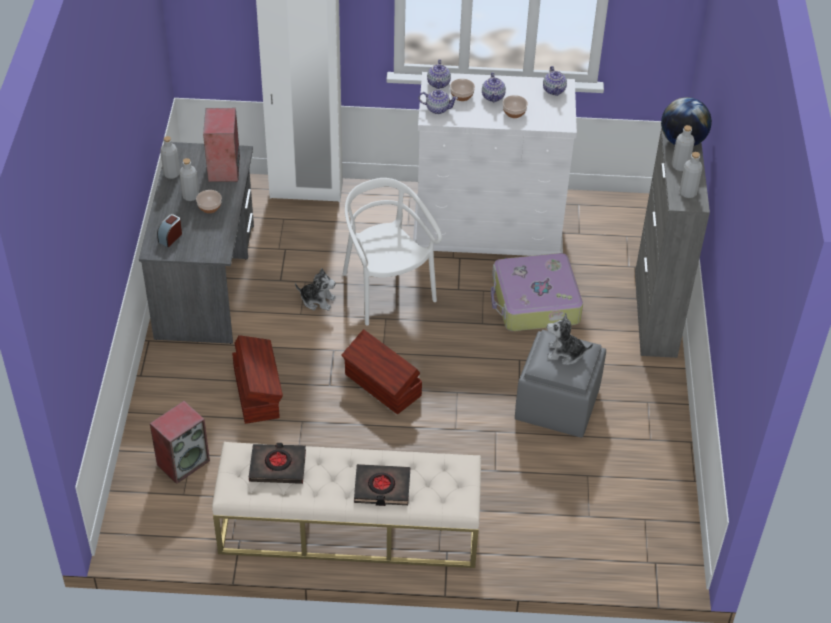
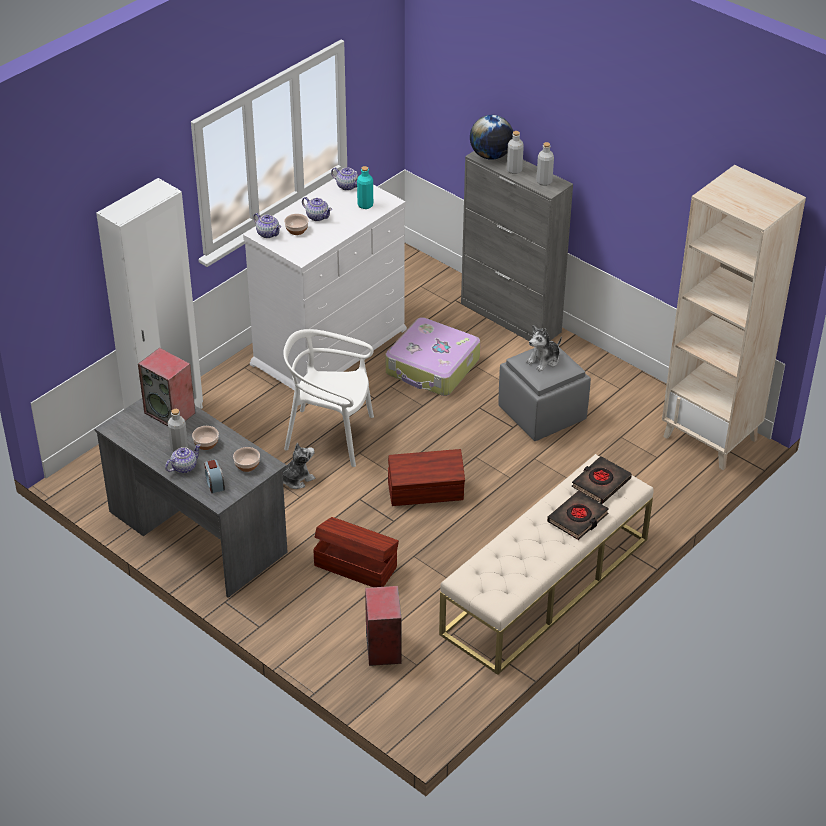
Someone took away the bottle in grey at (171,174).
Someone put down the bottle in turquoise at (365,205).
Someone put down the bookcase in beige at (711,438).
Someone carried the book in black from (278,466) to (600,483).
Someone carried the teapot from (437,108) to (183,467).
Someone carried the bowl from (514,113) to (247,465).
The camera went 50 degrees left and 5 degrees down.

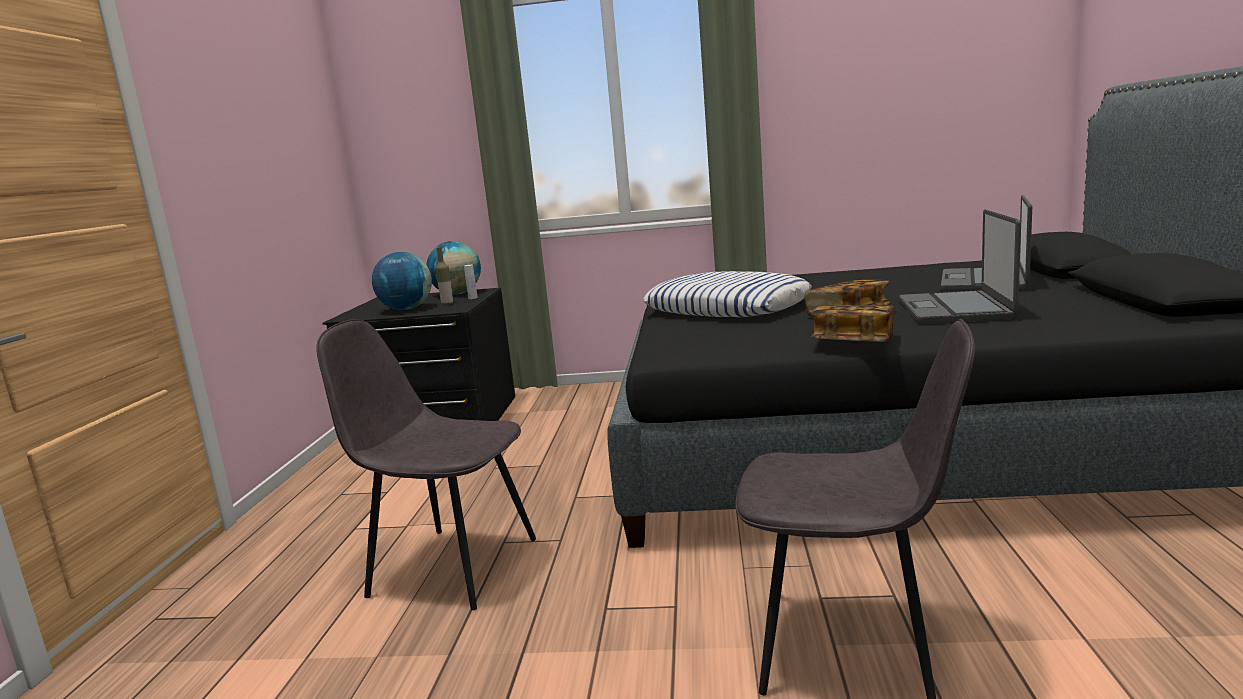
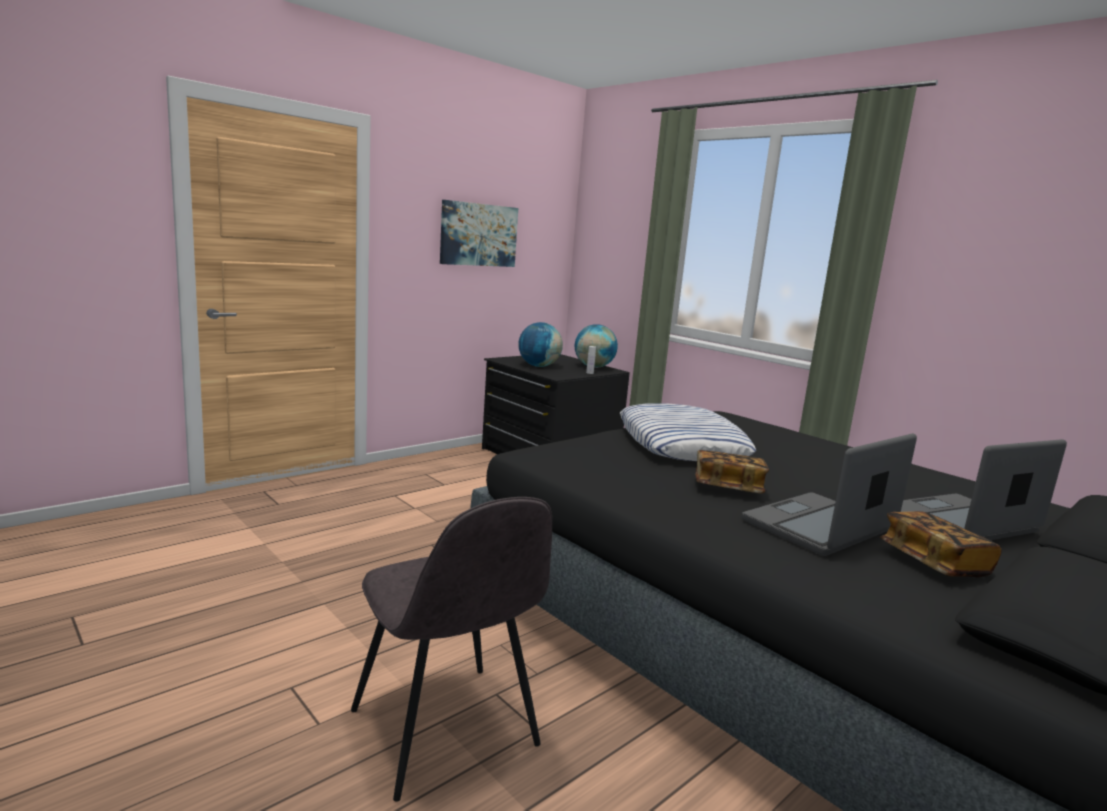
Someone took away the chair in grey at (450,566).
Someone took away the bottle at (447,304).
Someone put up the picture at (478,234).
Someone carried the book from (853,342) to (933,563).
The camera went 40 degrees right and 0 degrees up.

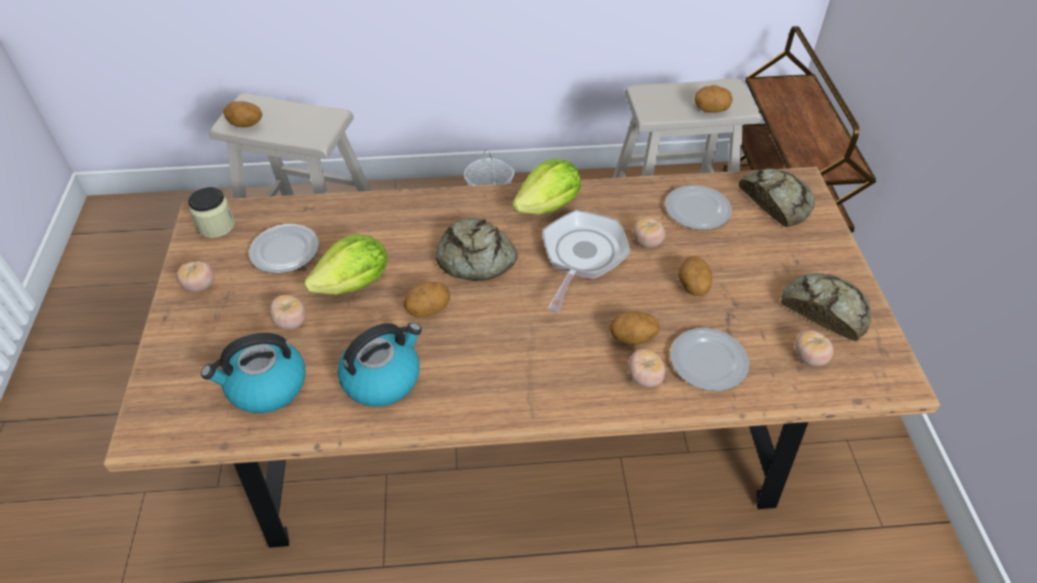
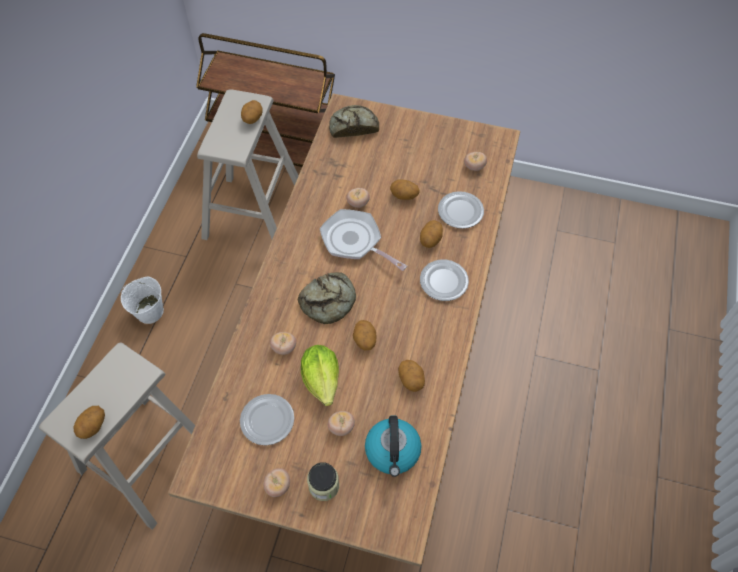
Someone took away the lettuce at (548,206).
Someone took away the bread at (825,309).
Someone carried the jar from (216,226) to (324,486).
Someone carried the tomato from (644,378) to (284,348).
Someone carried the plate from (697,210) to (443,281).
Someone swapped the kettle at (382,378) for the potato at (411,380).
The camera went 70 degrees left and 10 degrees up.

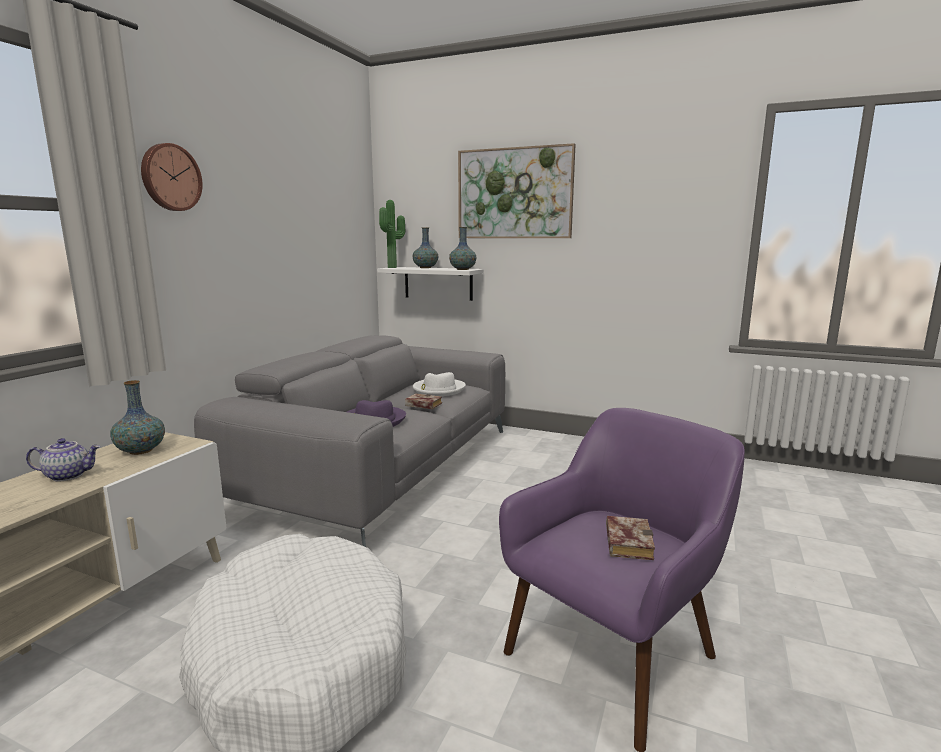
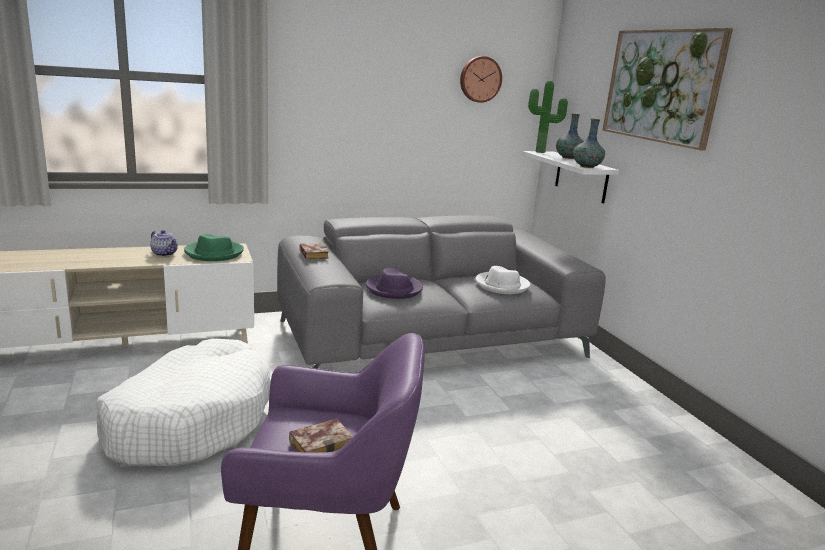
Someone carried the wall clock from (170,177) to (480,79).
Someone carried the book from (422,405) to (312,254).
Someone swapped the vase at (140,451) for the hat in green at (214,253).
The camera went 45 degrees right and 5 degrees up.

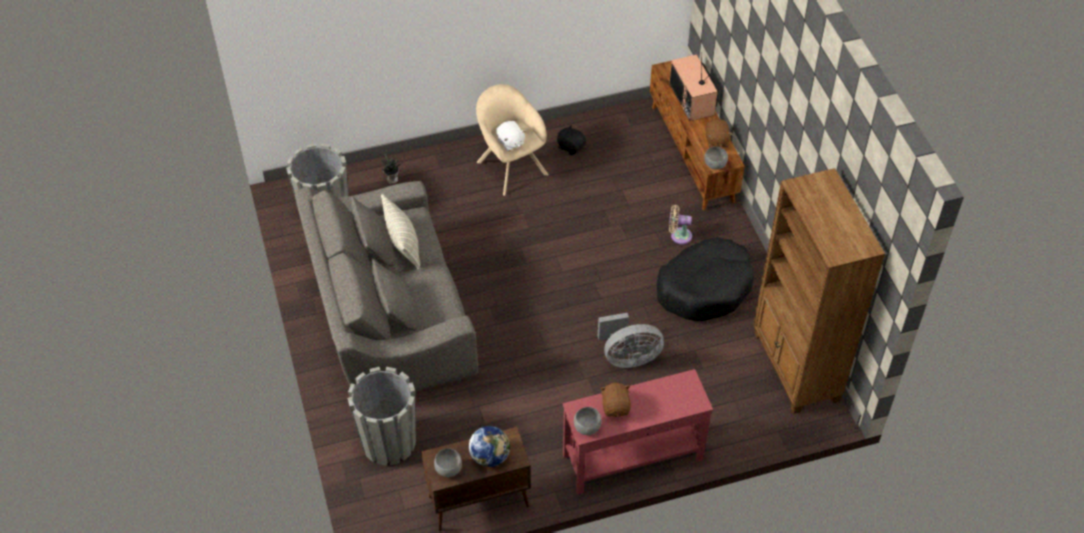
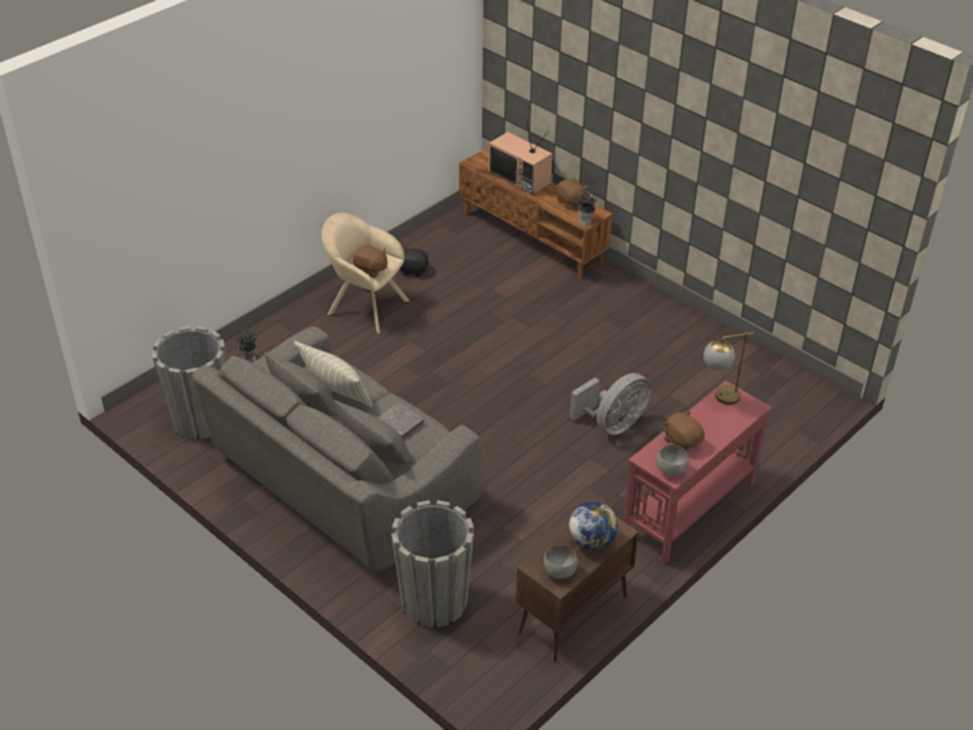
Someone took away the dog bed in black at (704,287).
Someone took away the fan in beige at (678,235).
Someone took away the bookcase in brown at (795,368).
Someone put down the book in grey at (400,423).
Someone put down the table lamp at (718,398).
Someone swapped the bowl in grey at (714,165) for the potted plant at (585,221).
Someone repainted the plush toy in white at (510,142), which became the plush toy in brown at (371,270).
The camera went 30 degrees left and 10 degrees down.

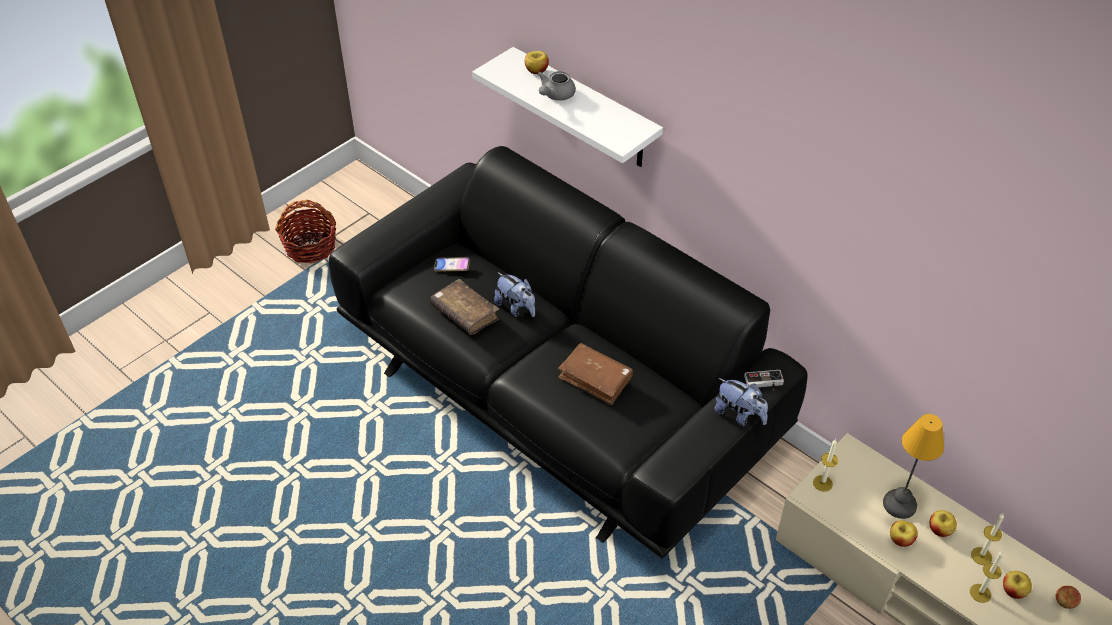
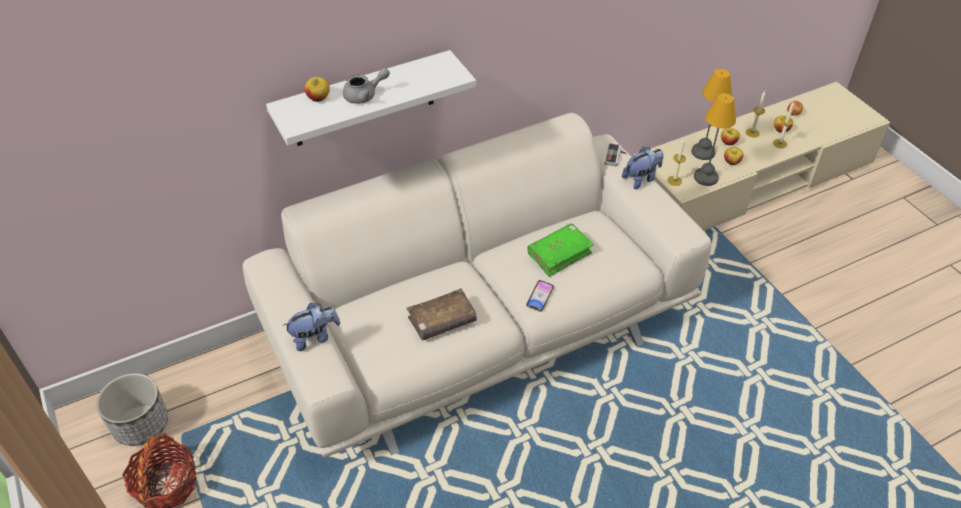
Someone put down the planter at (141,425).
Someone put down the table lamp at (705,177).
Someone carried the phone from (452,266) to (540,297).
Someone carried the plush toy from (516,308) to (314,337).
Someone repainted the sofa in black at (558,395), which became the sofa in beige at (481,328).
Someone repainted the book in brown at (595,379), which became the book in green at (559,254).
Someone rotated the teapot in grey at (555,95) by 75 degrees counterclockwise.
The camera went 70 degrees left and 0 degrees up.

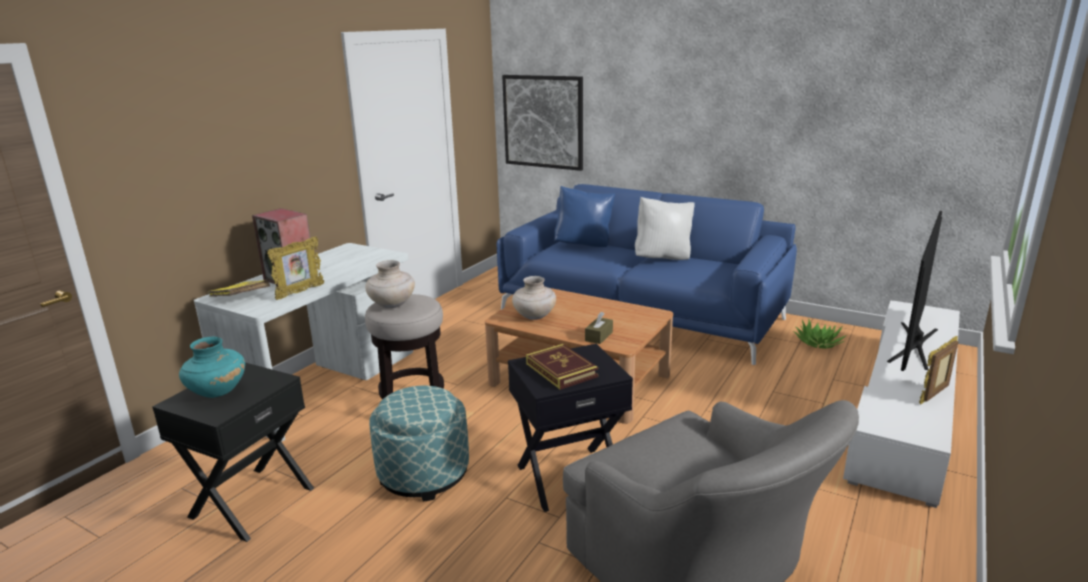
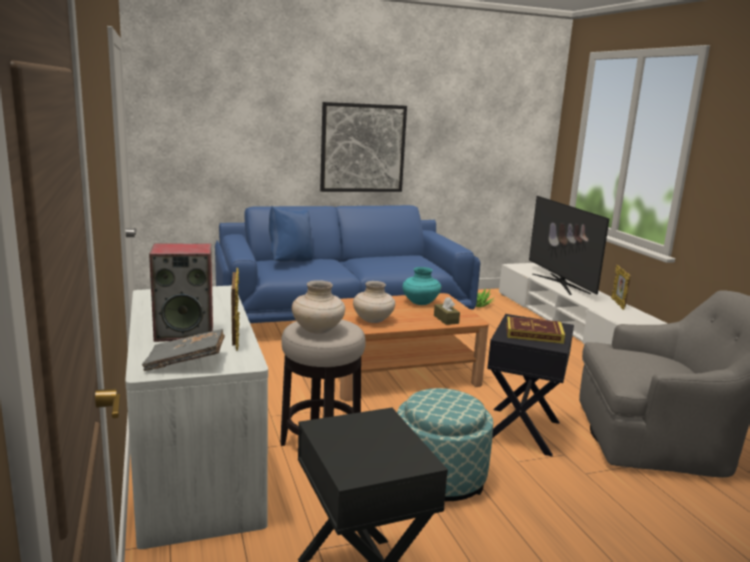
Someone took away the pillow in white at (663,258).
Someone carried the vase in turquoise from (217,391) to (420,303).
Someone carried the picture from (543,122) to (363,148).
Someone repainted the book in yellow at (240,298), which became the book in grey at (186,362).
The camera went 50 degrees left and 5 degrees down.

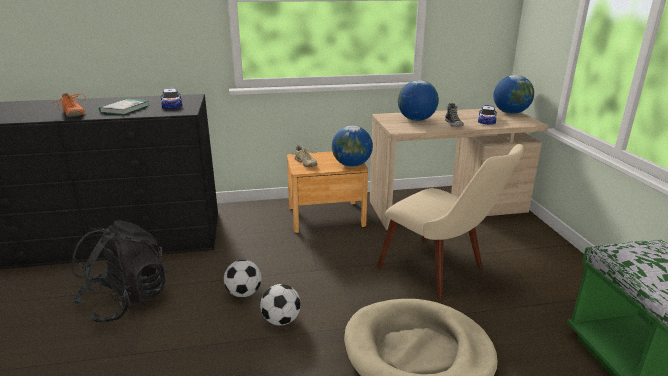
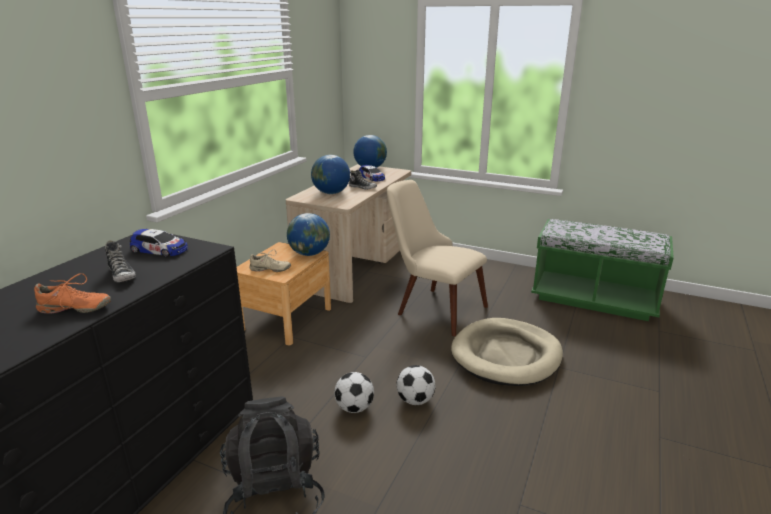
Someone swapped the book at (125,108) for the shoe at (122,275).
Someone rotated the chair in beige at (441,272) by 135 degrees counterclockwise.
The camera went 55 degrees left and 0 degrees up.

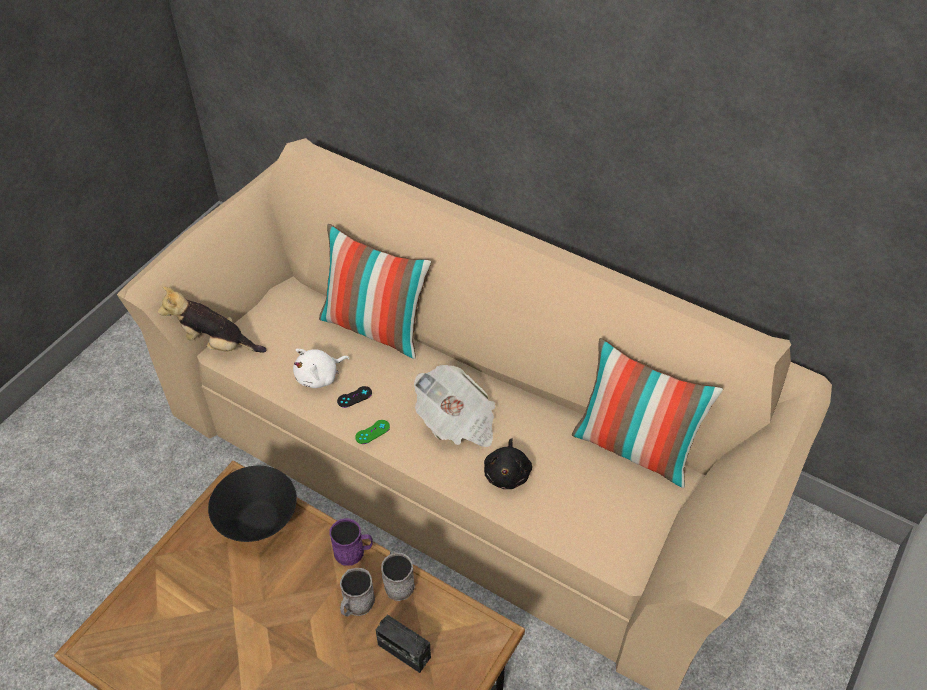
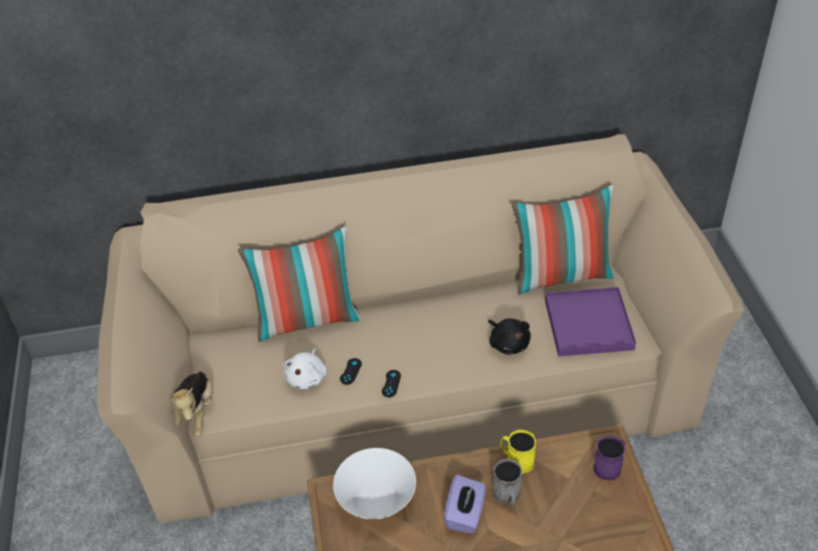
Someone took away the radio at (404,651).
Someone took away the newspaper at (457,421).
Someone put down the tissue box in purple at (465,514).
Someone put down the tray in purple at (588,325).
Someone carried the mug in purple from (353,552) to (609,466).
Someone repainted the bowl in black at (258,520), which became the bowl in white at (376,501).
Someone repainted the game controller in green at (372,432), which became the game controller in black at (391,383).
Someone repainted the mug in grey at (398,582), which became the mug in yellow at (516,460).
Someone rotated the plush toy at (216,345) by 60 degrees counterclockwise.
The camera went 40 degrees left and 5 degrees down.

